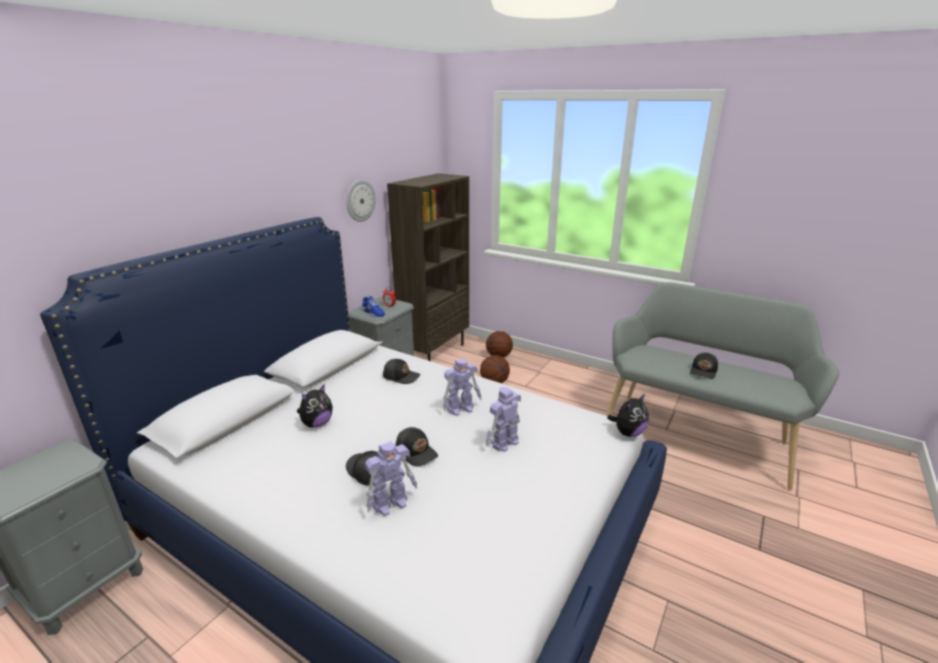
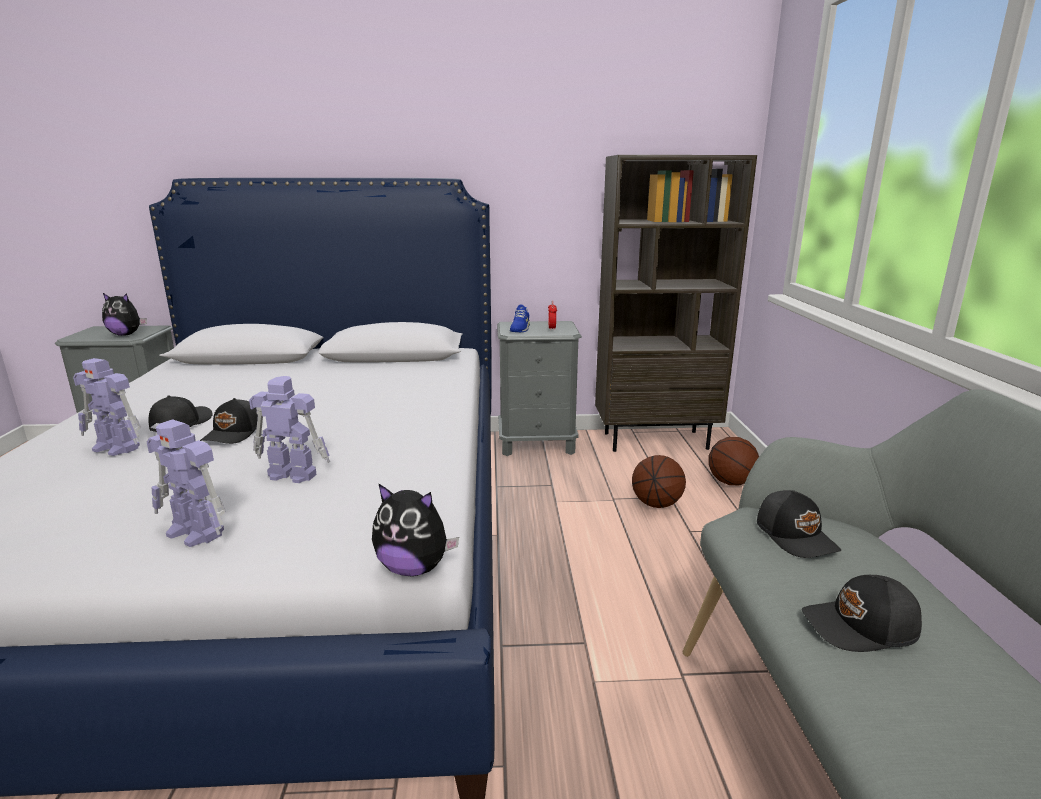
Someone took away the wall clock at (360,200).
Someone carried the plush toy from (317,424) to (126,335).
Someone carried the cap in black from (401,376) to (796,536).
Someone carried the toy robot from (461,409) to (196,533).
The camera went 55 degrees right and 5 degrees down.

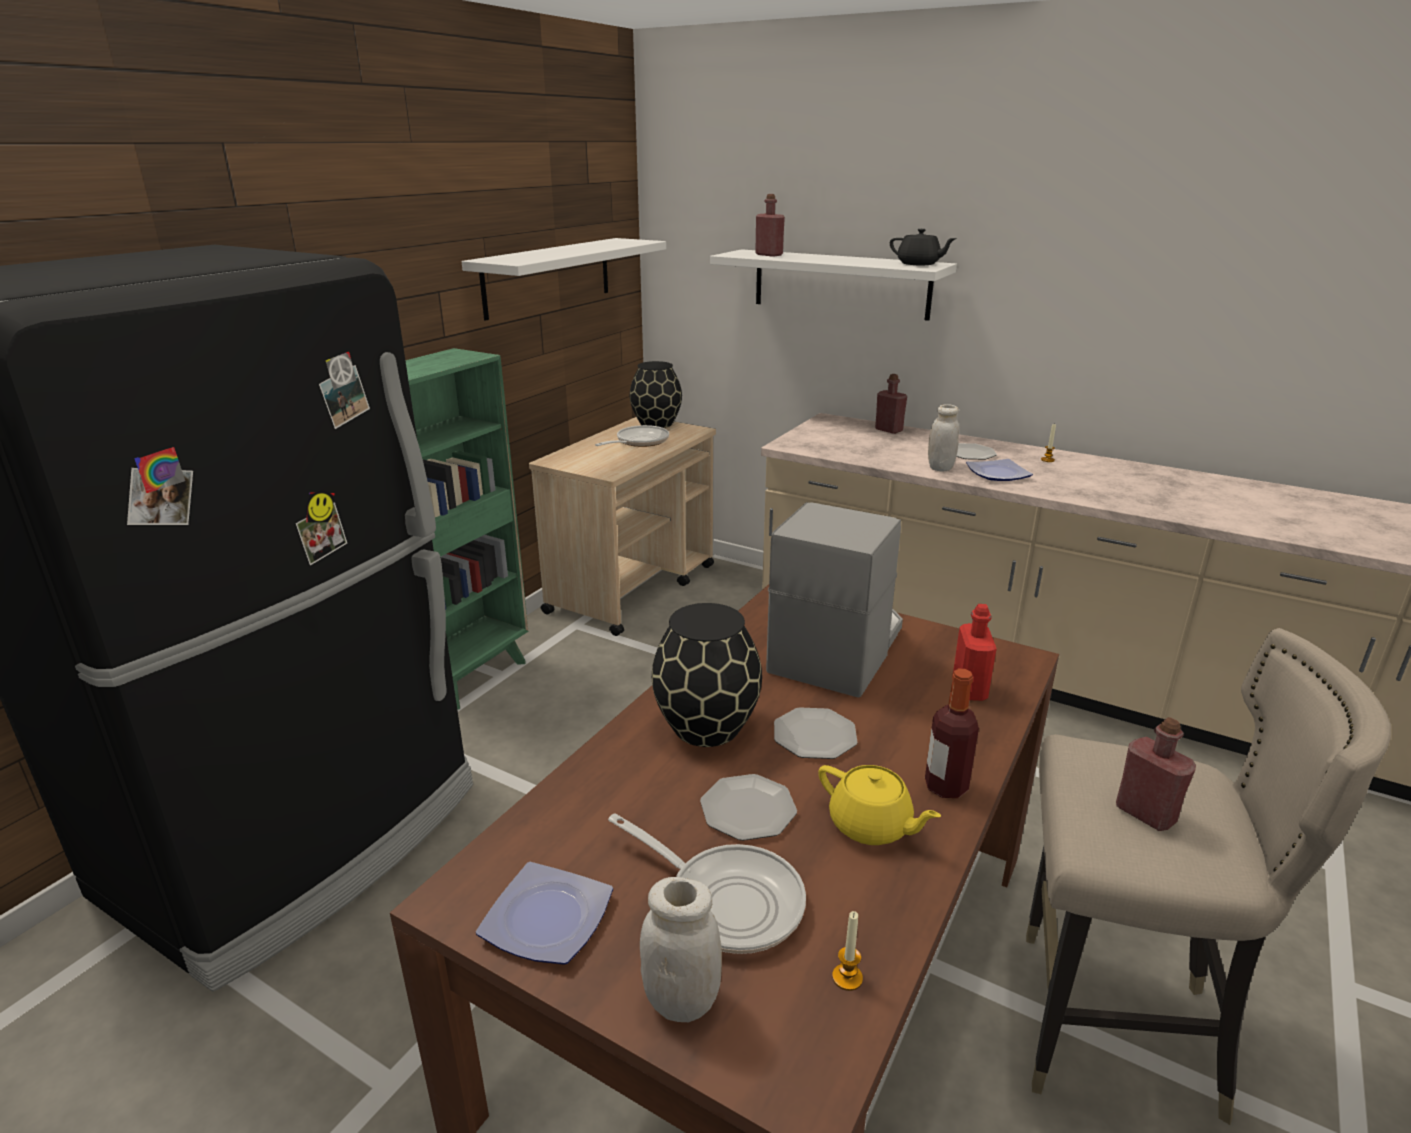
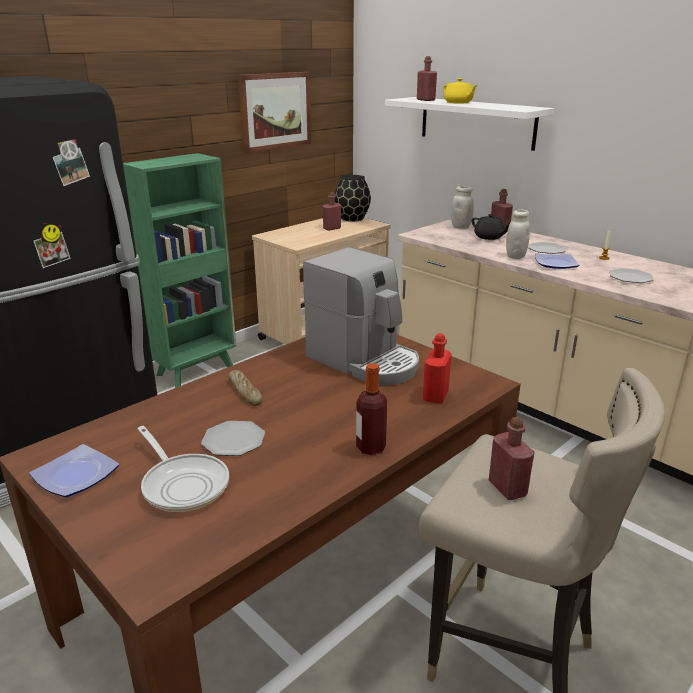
Someone took away the candle at (847,977).
Someone carried the jar in white from (681,1001) to (461,227).
Someone carried the plate from (813,736) to (630,277).
Someone carried the teapot in yellow from (871,826) to (458,103).
Someone carried the teapot in black from (919,264) to (489,237).
Someone swapped the shelf in white at (548,277) for the picture at (275,111).
Someone swapped the frying pan at (639,442) for the bottle in red at (332,228).
Someone swapped the vase in black at (707,725) for the bread at (245,392).
Someone rotated the coffee machine at (837,649) by 90 degrees clockwise.
The camera went 15 degrees right and 0 degrees up.

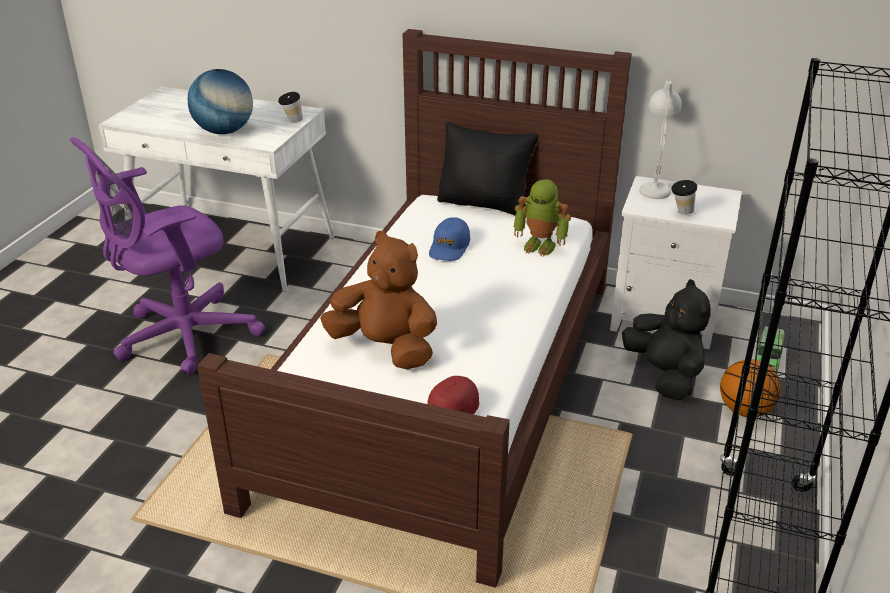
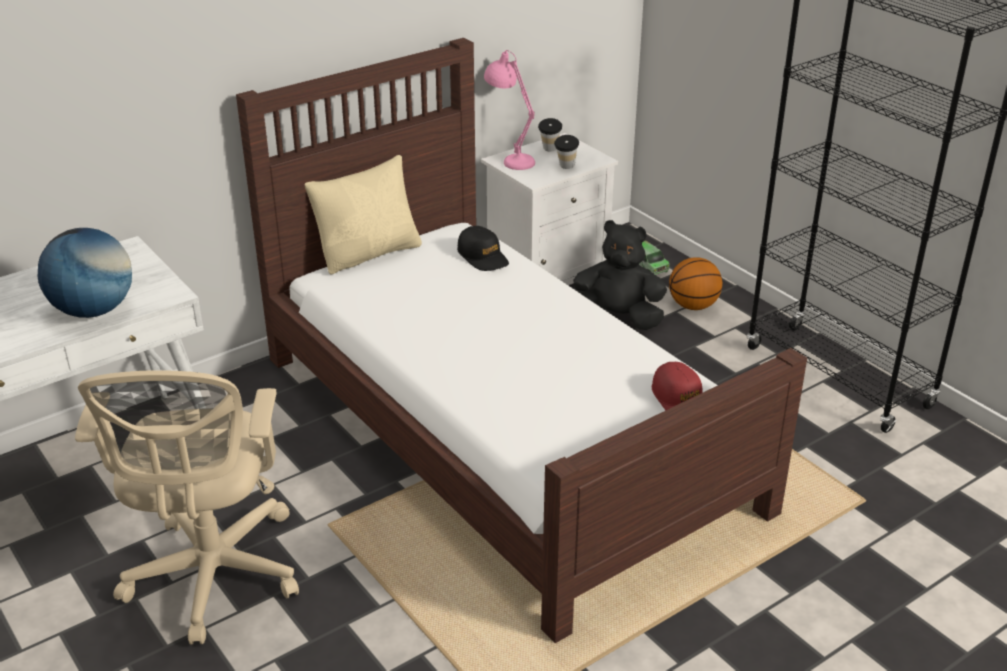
Someone took away the plush toy in brown at (385,348).
Someone took away the cap in blue at (449,247).
Someone carried the cup from (292,121) to (549,150).
Someone swapped the toy robot at (540,245) for the cap in black at (483,257).
Someone repainted the office chair in purple at (181,336), which became the office chair in beige at (212,579).
Someone repainted the pillow in black at (485,204), which became the pillow in beige at (369,254).
Someone repainted the table lamp in white at (655,186), which became the table lamp in pink at (510,158).
The camera went 55 degrees left and 0 degrees up.

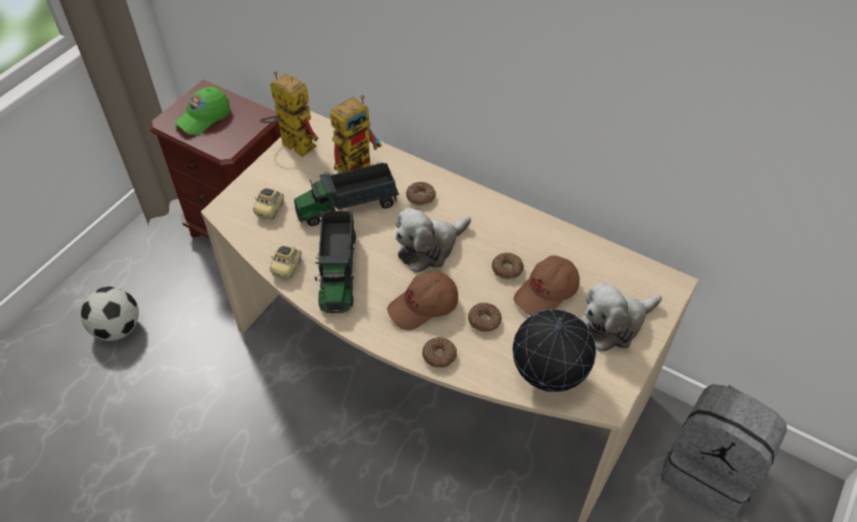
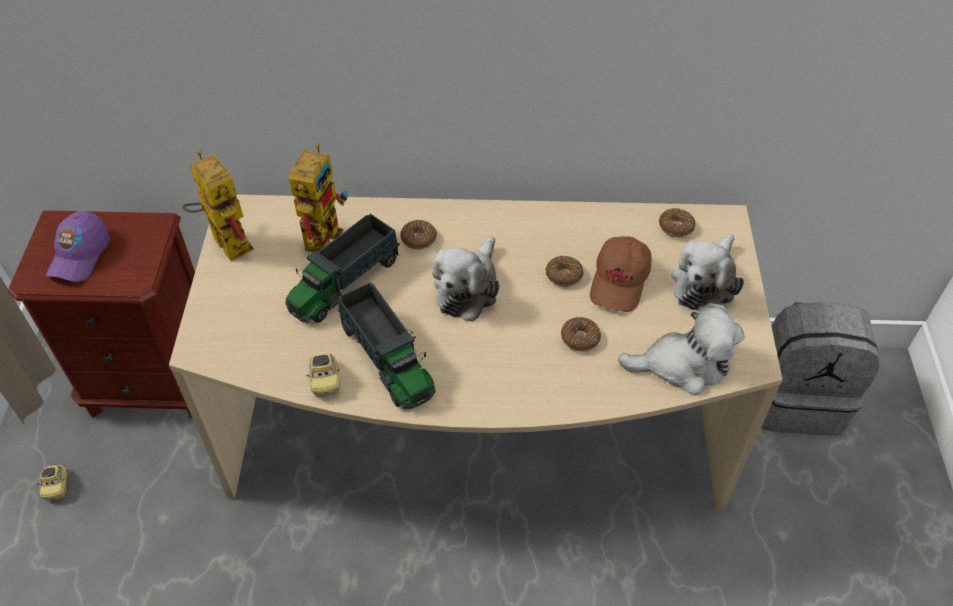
Someone took away the football at (117,328).
Someone took away the cap in brown at (423,307).
Someone carried the toy car from (270,209) to (57,486).
Someone carried the donut from (439,356) to (676,227).
Someone swapped the globe at (548,377) for the plush toy at (682,365).
Someone repainted the cap in green at (204,118), which became the cap in purple at (80,256).
Someone rotated the toy robot at (291,144) by 45 degrees clockwise.
The camera went 30 degrees left and 0 degrees up.

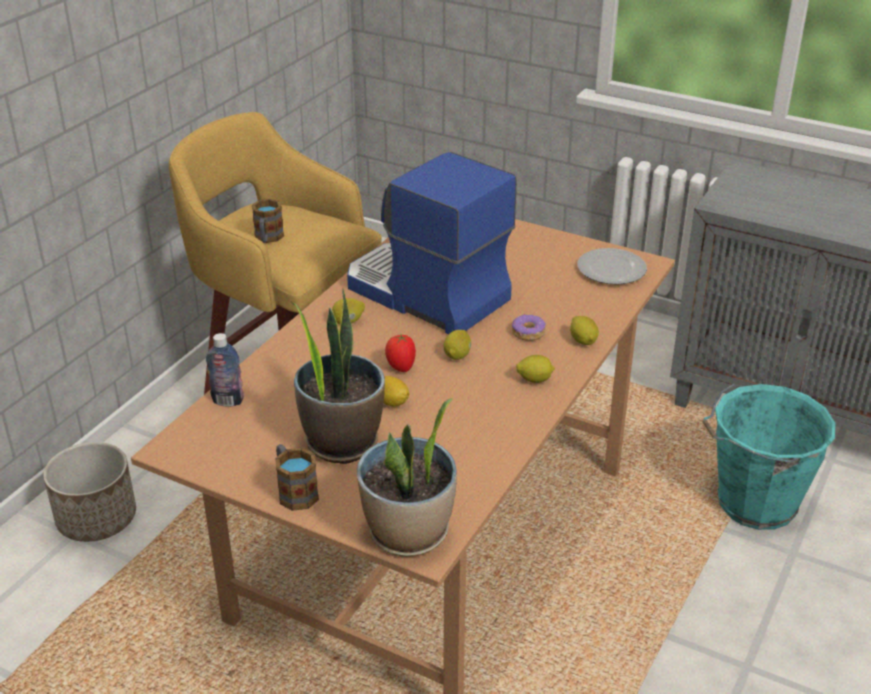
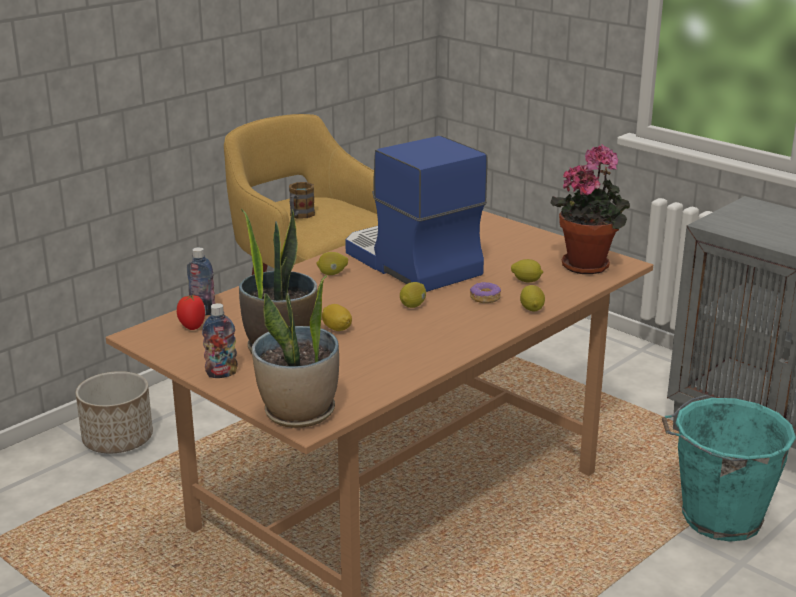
Someone carried the tomato from (400,367) to (192,327).
Someone carried the lemon from (534,380) to (526,281).
Someone swapped the mug at (294,491) for the bottle at (221,374).
Someone swapped the plate at (611,270) for the potted plant at (588,265).
The camera went 15 degrees right and 10 degrees down.

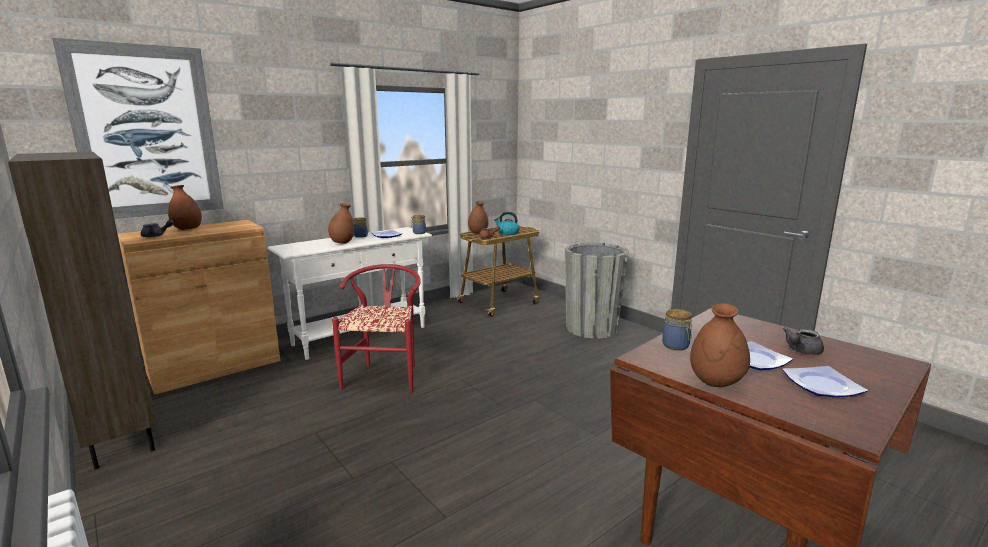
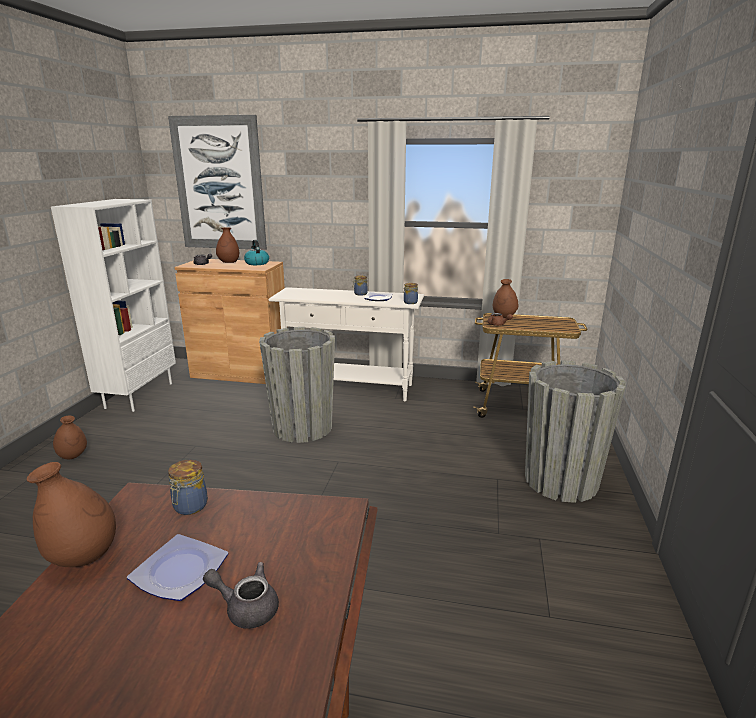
Someone took away the plate at (823,386).
Someone carried the vase in brown from (342,243) to (73,456).
Someone carried the kettle from (507,233) to (256,263).
Someone swapped the chair in red at (385,375) for the planter in grey at (302,428).
Someone repainted the bookcase in brown at (118,436), which became the bookcase in white at (139,395).
The camera went 50 degrees right and 5 degrees up.

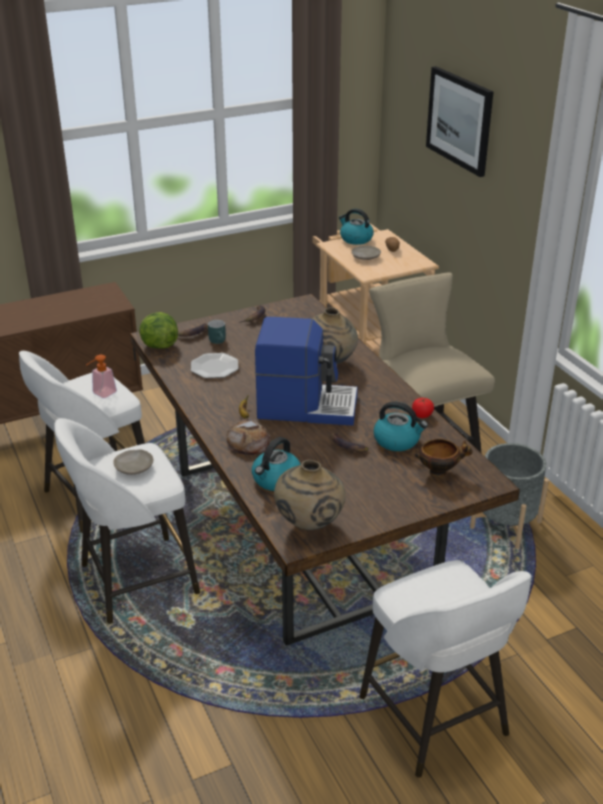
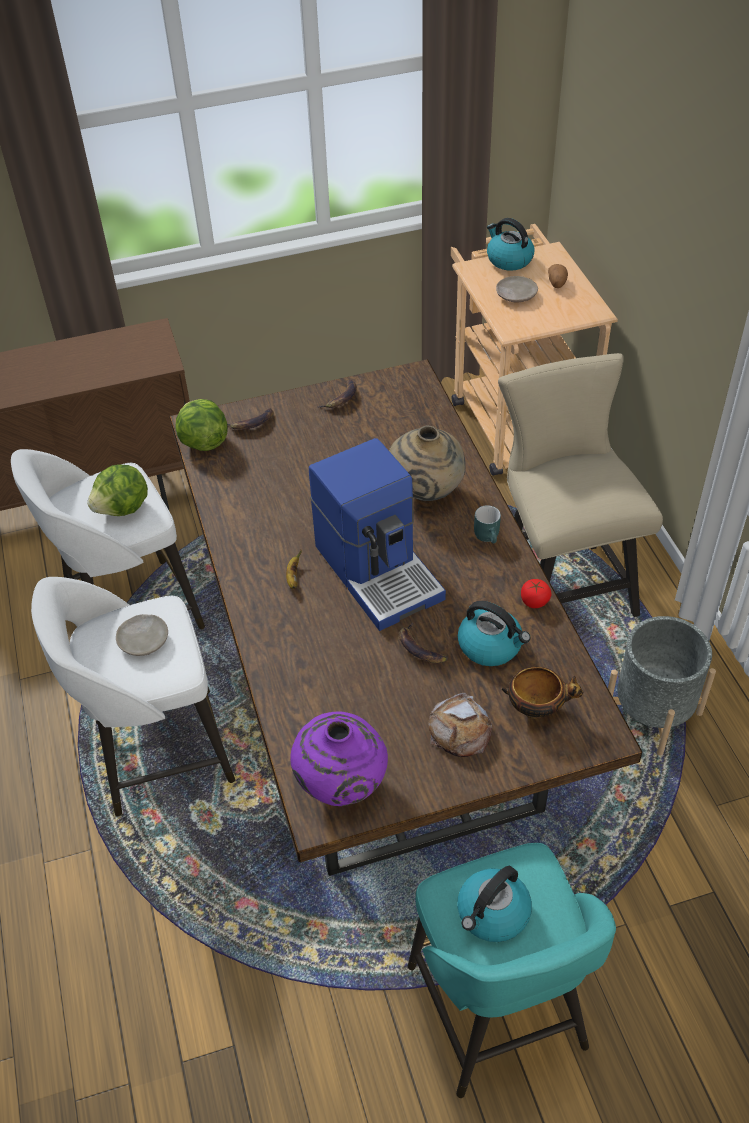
Someone took away the plate at (214,367).
Someone took away the picture at (459,120).
Someone carried the mug in turquoise from (219,341) to (489,536).
Someone carried the bread from (248,442) to (460,730).
Someone carried the kettle from (276,480) to (492,914).
Someone swapped the soap dispenser at (101,394) for the lettuce at (123,508).
Someone repainted the vase in beige at (309,524), which became the vase in purple at (341,785).
Someone repainted the stool in white at (435,719), which became the stool in turquoise at (498,1012).
Someone rotated the coffee machine at (306,406) by 45 degrees clockwise.
The camera went 10 degrees right and 15 degrees up.

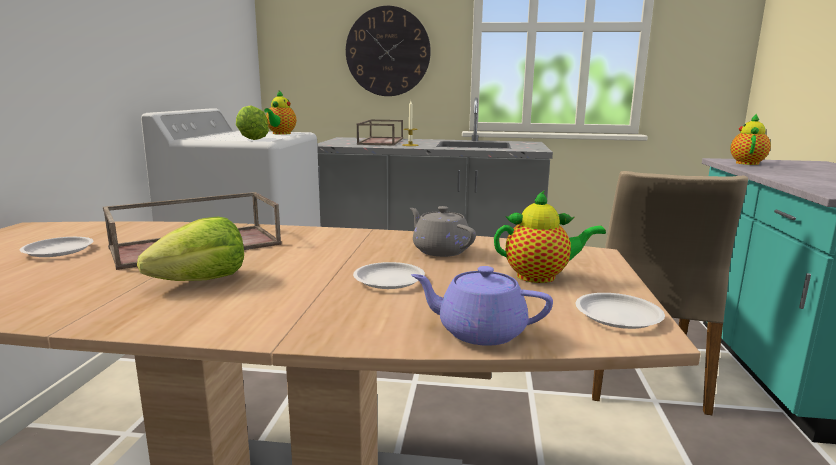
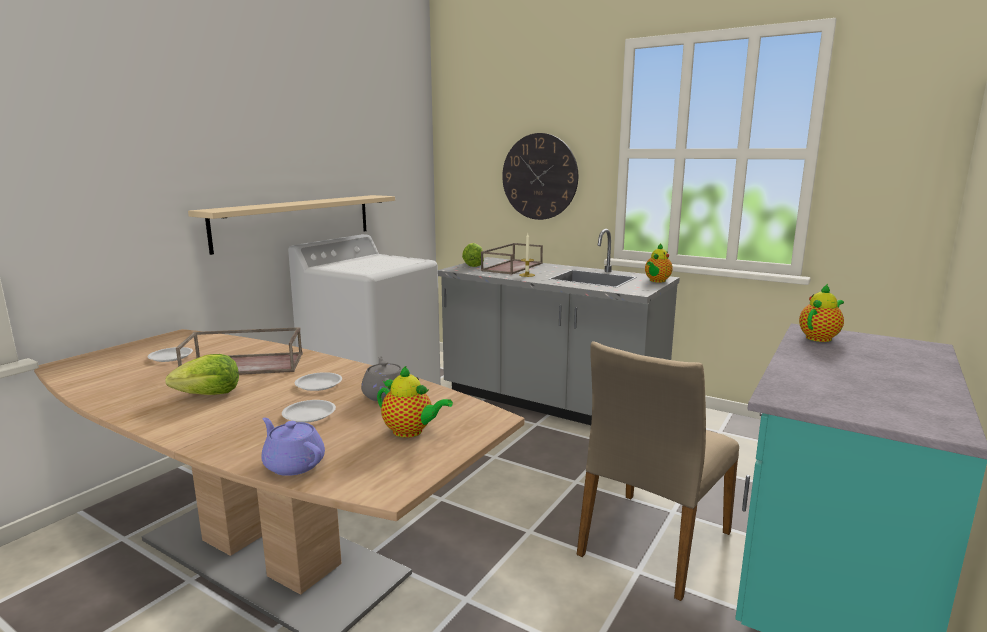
Someone put up the shelf in beige at (296,221).
Someone carried the lettuce from (251,139) to (473,265).
Someone carried the teapot from (280,134) to (656,281).
Someone carried the plate in white from (617,315) to (319,384).
The camera went 25 degrees right and 0 degrees up.

